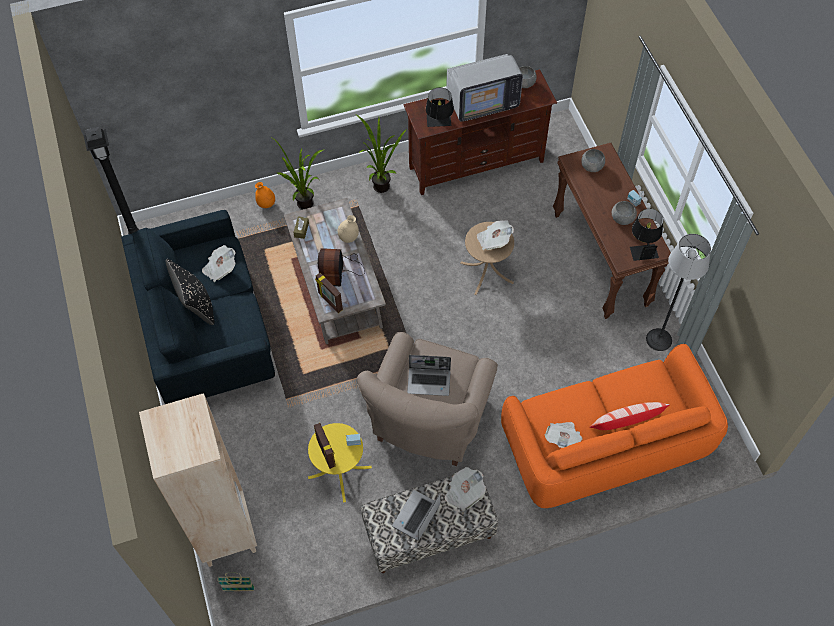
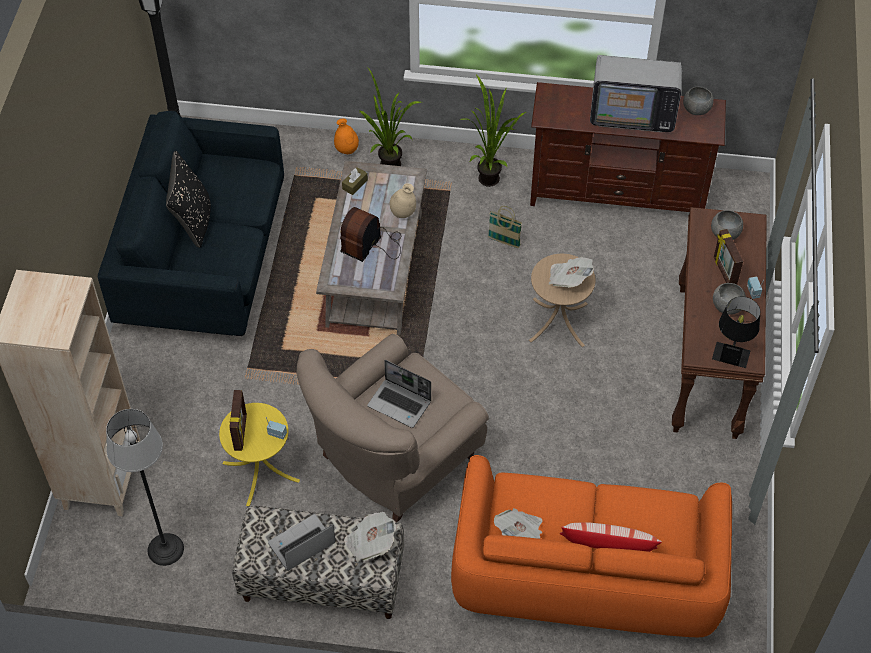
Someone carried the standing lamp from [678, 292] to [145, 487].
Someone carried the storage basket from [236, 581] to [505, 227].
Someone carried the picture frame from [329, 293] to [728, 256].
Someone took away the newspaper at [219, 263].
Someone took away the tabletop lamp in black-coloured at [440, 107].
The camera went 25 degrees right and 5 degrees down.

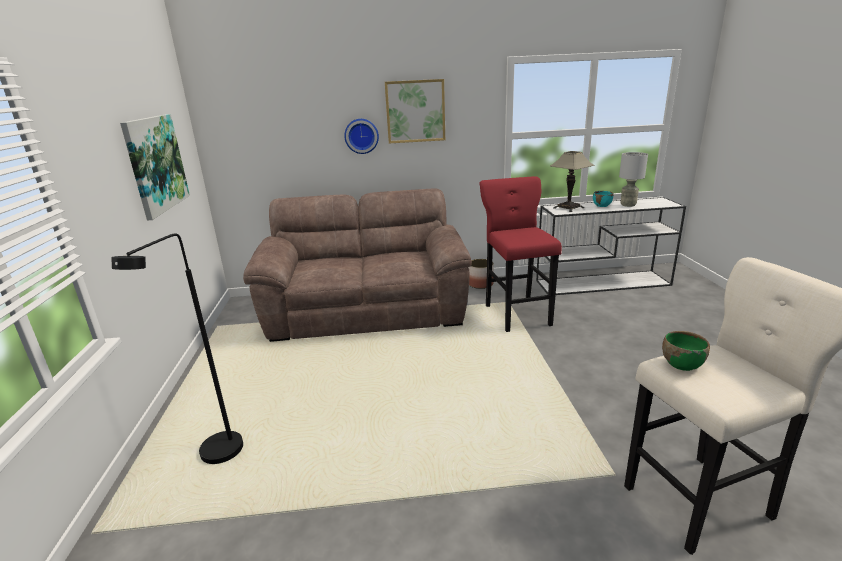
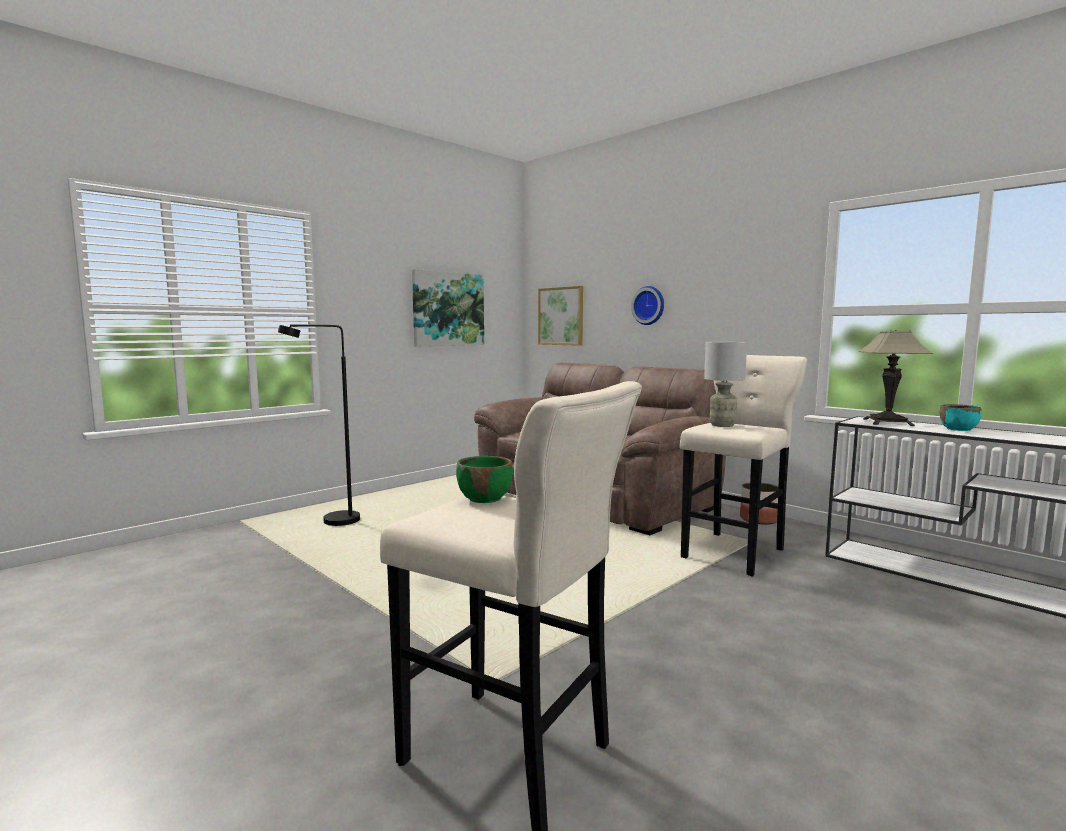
Someone carried the wall picture from [415, 111] to [560, 316].
Someone repainted the sitting stool in red-coloured at [520, 254], which became the sitting stool in beige-coloured at [743, 466].
Someone carried the tabletop lamp in gray from [633, 179] to [725, 384].
The camera went 50 degrees right and 15 degrees down.

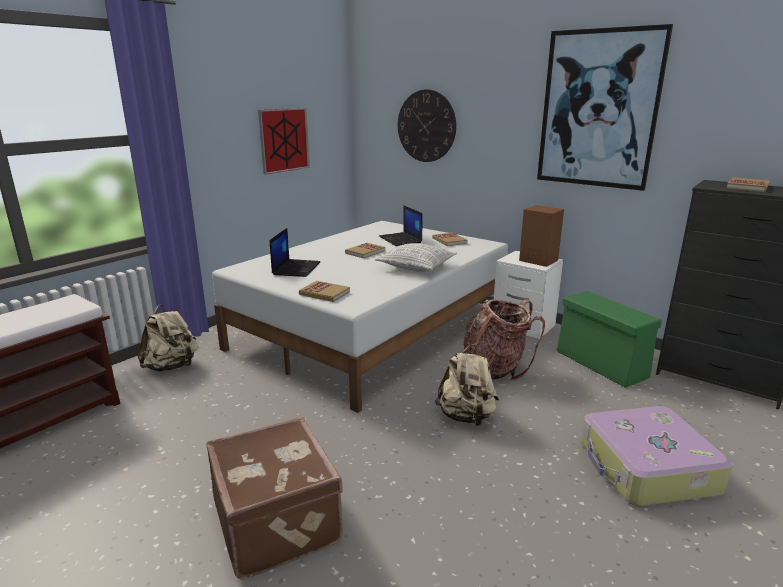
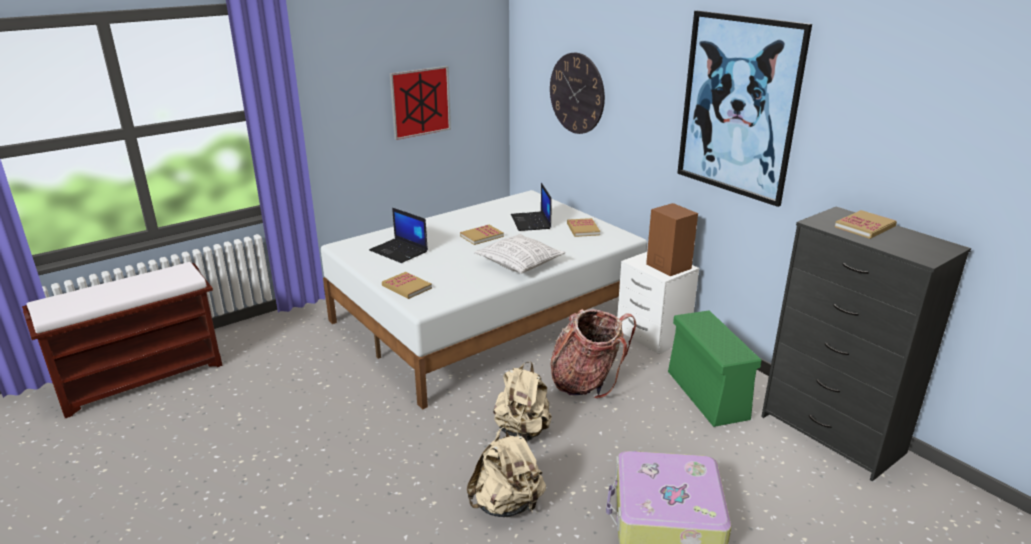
Someone rotated the portable computer at [295, 252] by 105 degrees clockwise.
Someone carried the rucksack in beige-coloured from [168, 338] to [506, 472].
Someone took away the travel case in brownish at [274, 498].
The camera went 15 degrees right and 5 degrees up.

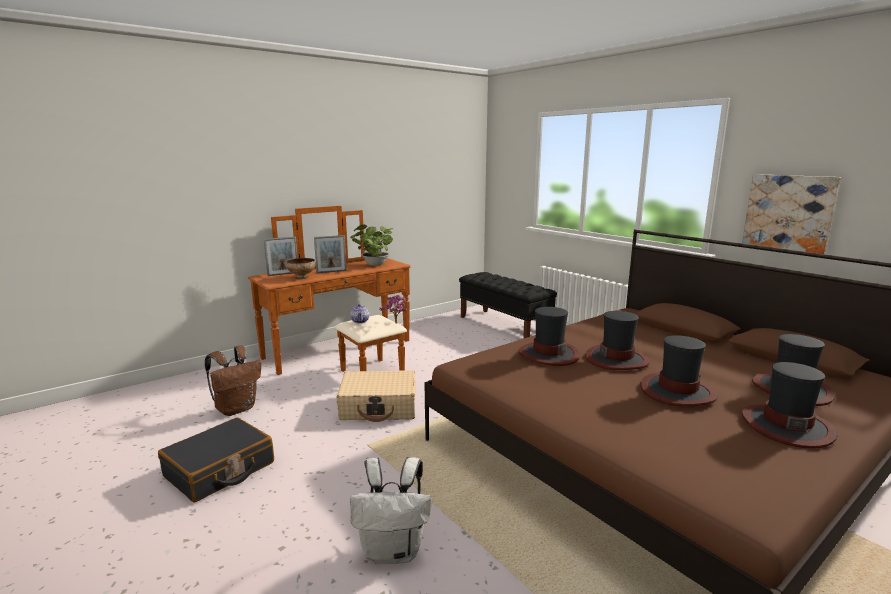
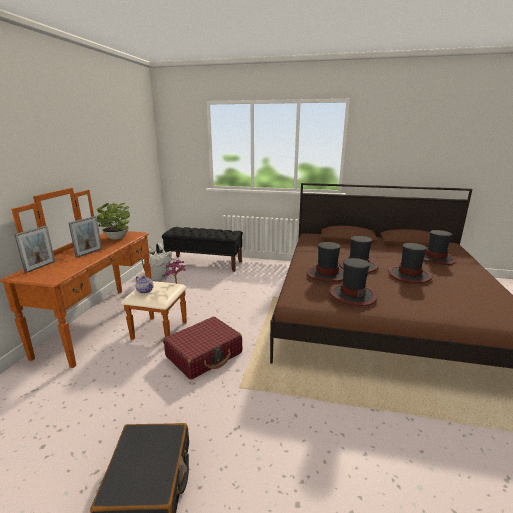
Someone carried the rucksack in white from [391, 510] to [157, 262].
Someone repainted the travel case in beige-coloured at [376, 396], which became the travel case in red-coloured at [202, 348].
Someone carried the wearable hat from [789, 405] to [353, 282].
Someone took away the rucksack in brownish at [233, 381].
Someone took away the bowl at [301, 268].
Someone took away the wall picture at [791, 214].
The camera went 40 degrees left and 5 degrees up.

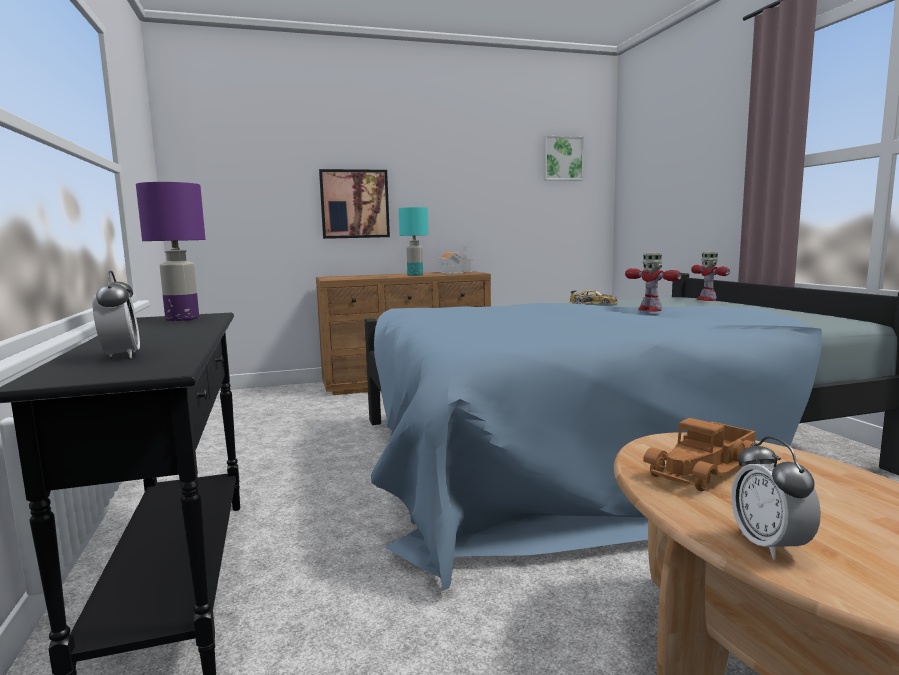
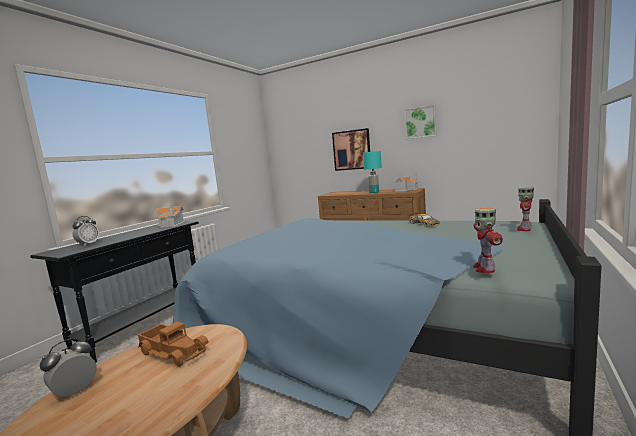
Someone rotated the toy truck at [700, 455] by 150 degrees counterclockwise.
Someone swapped the tabletop lamp in purple at [171, 251] for the model house at [170, 216].
Someone carried the wall picture from [563, 158] to [421, 122].
Someone carried the model robot from [653, 282] to [488, 240].
The camera went 45 degrees right and 0 degrees up.

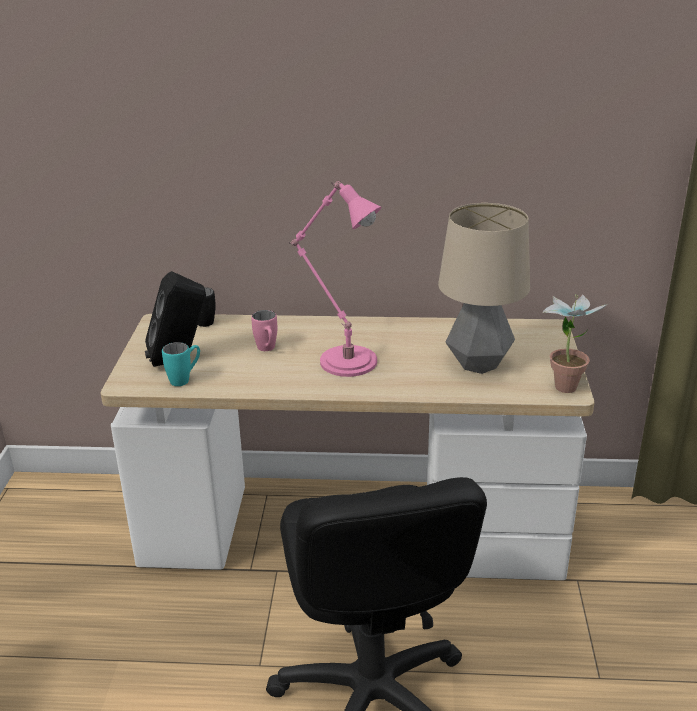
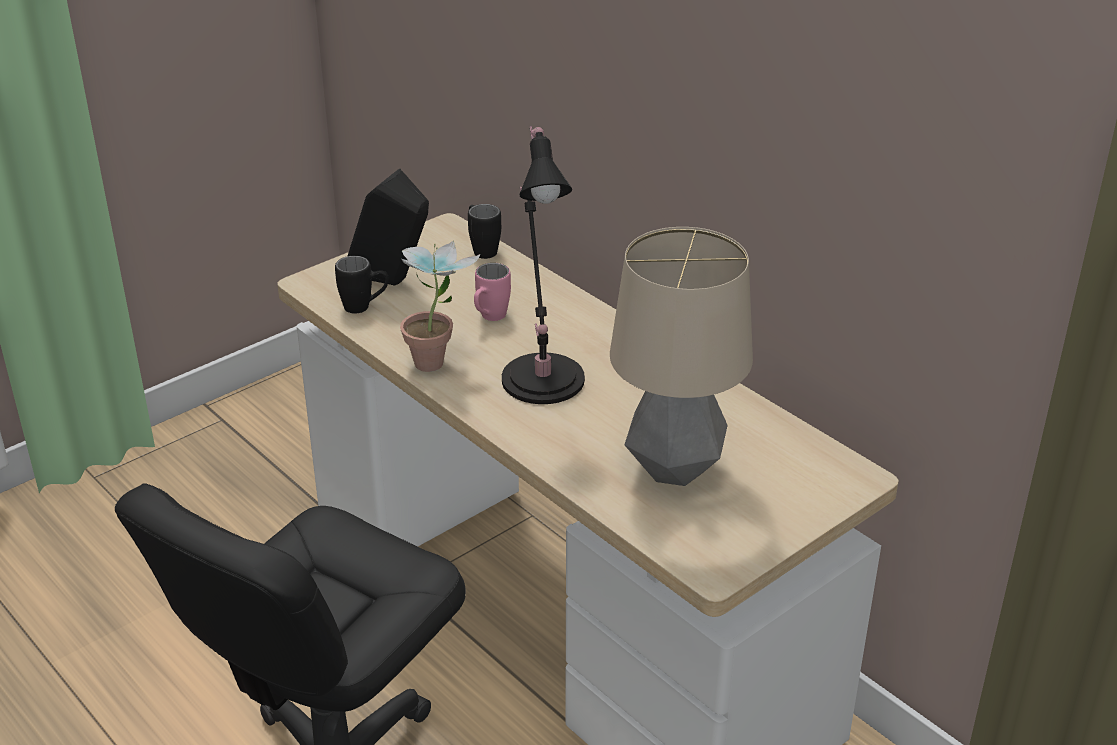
Someone repainted the coffee mug in turquoise at [181, 364], which became the coffee mug in black-coloured at [362, 284].
Someone carried the houseplant from [574, 343] to [440, 306].
Someone repainted the tabletop lamp in pink at [335, 279], which became the tabletop lamp in black-coloured at [543, 265].
The camera went 45 degrees right and 5 degrees up.

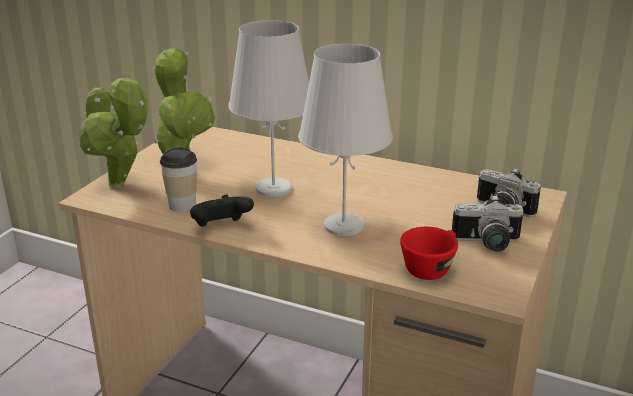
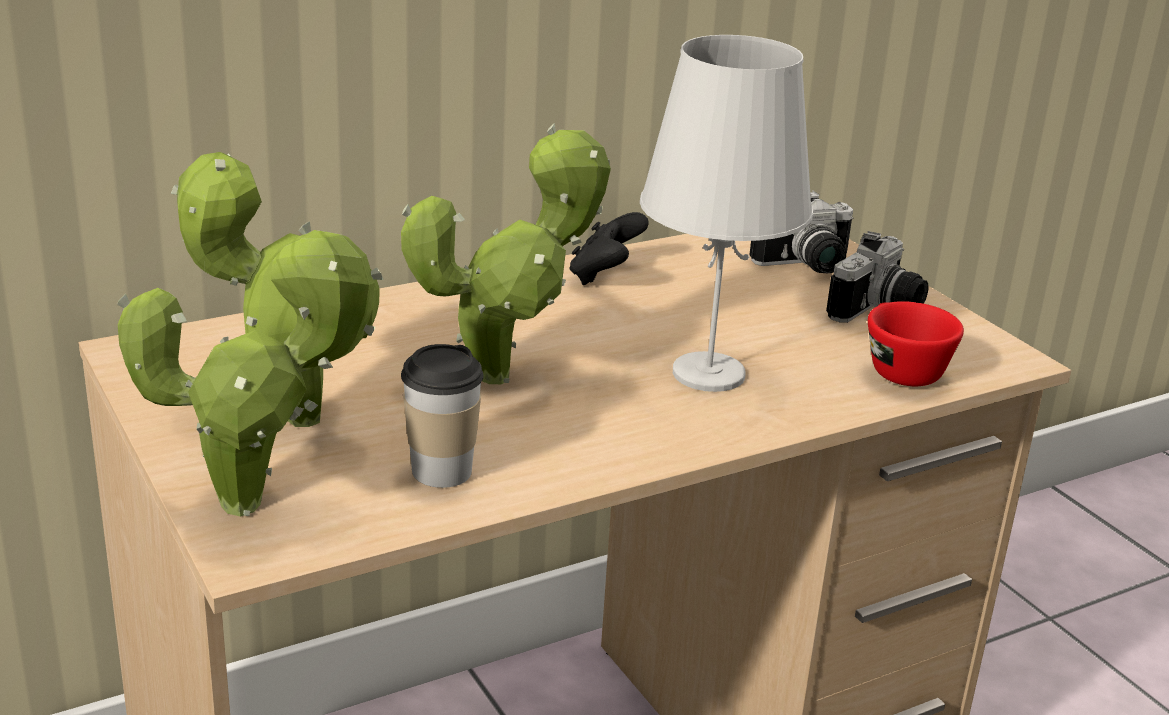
Someone swapped the tabletop lamp in white at [268, 108] for the houseplant at [506, 253].
Someone carried the game controller in black-coloured from [222, 211] to [609, 248].
The camera went 55 degrees left and 0 degrees up.

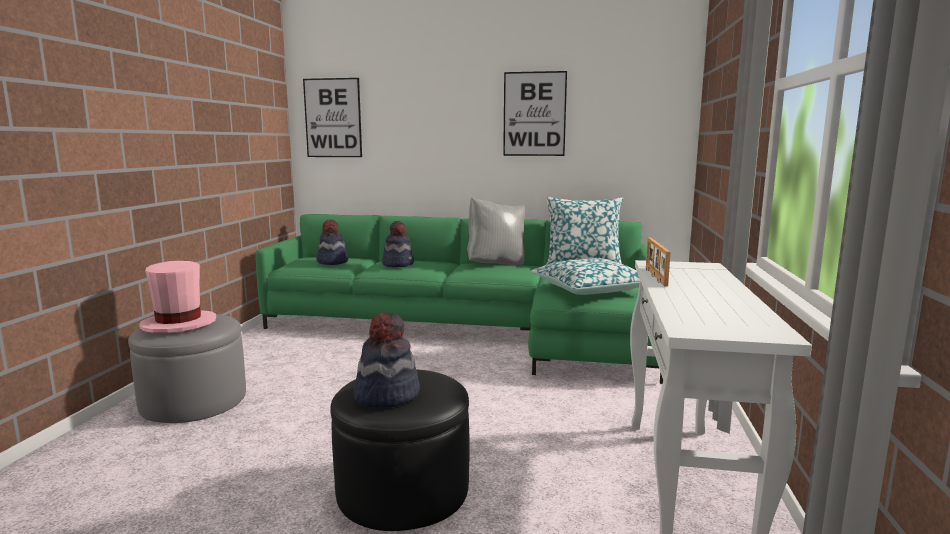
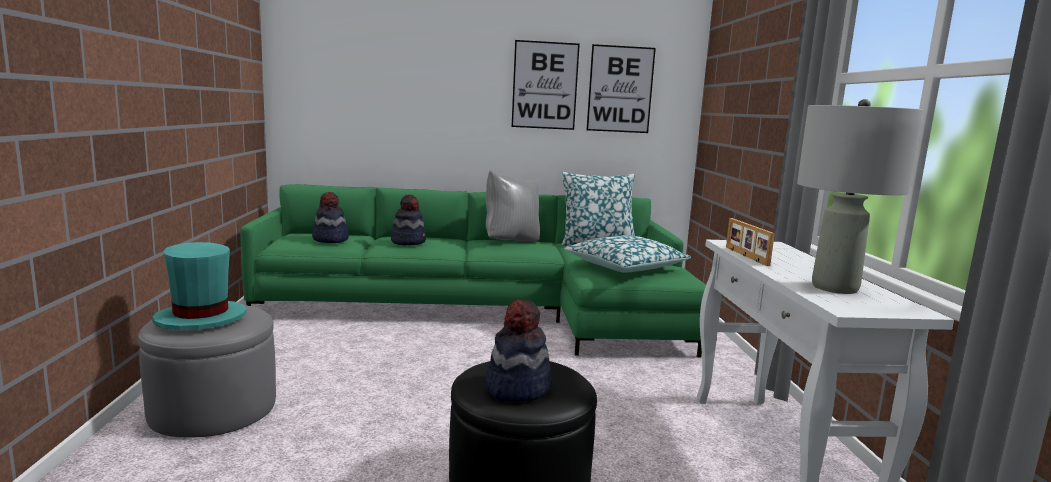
Someone repainted the wearable hat in pink at [177, 297], which became the wearable hat in turquoise at [199, 286].
Someone carried the wall picture from [332, 117] to [621, 88].
Someone put down the tabletop lamp in gray at [860, 196].
The camera went 15 degrees left and 0 degrees up.

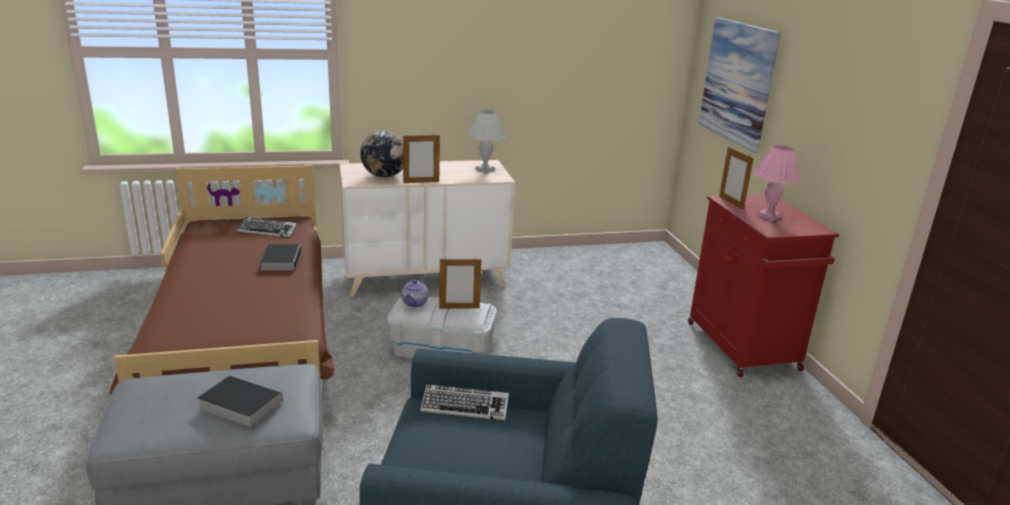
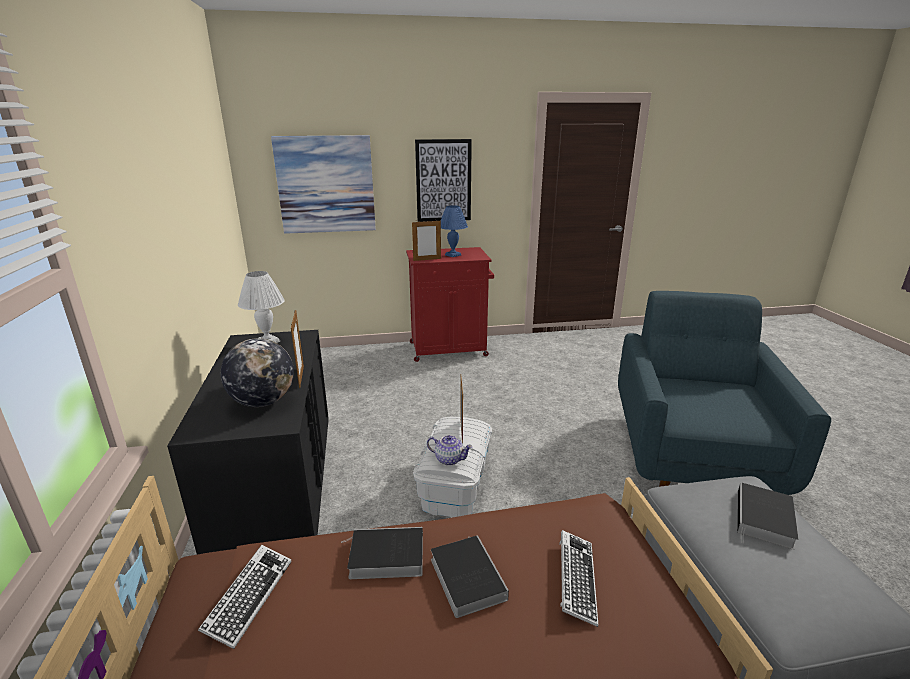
Someone repainted the dresser in beige-coloured at [427, 228], which became the dresser in black-coloured at [248, 442].
Someone put up the wall picture at [443, 180].
Someone put down the book at [470, 576].
Someone repainted the tabletop lamp in pink at [777, 183], which became the tabletop lamp in blue at [454, 231].
Someone carried the PC keyboard from [465, 402] to [578, 578].
The camera went 85 degrees left and 0 degrees up.

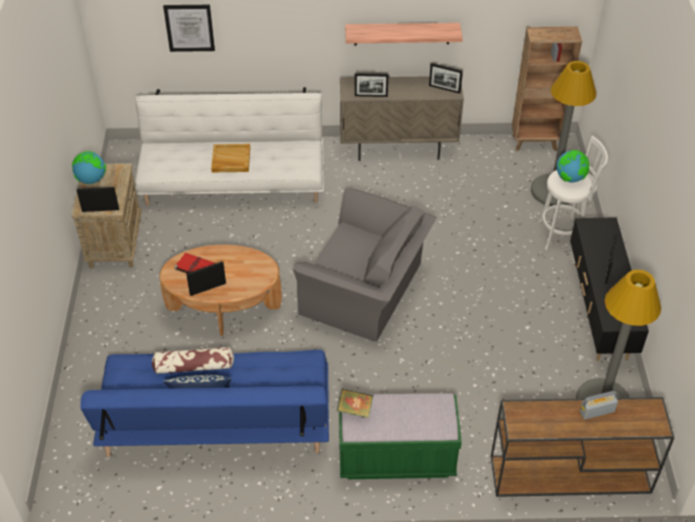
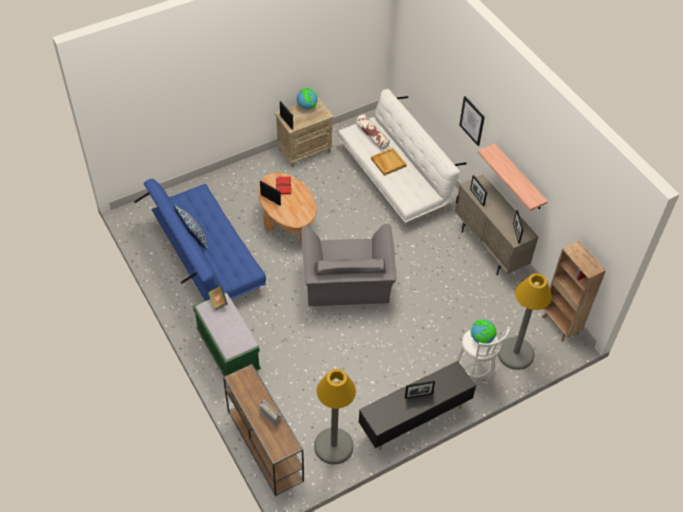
Someone carried the throw pillow from [193, 360] to [373, 131].
Someone carried the wall picture from [189, 28] to [472, 121].
The camera went 60 degrees right and 5 degrees up.

